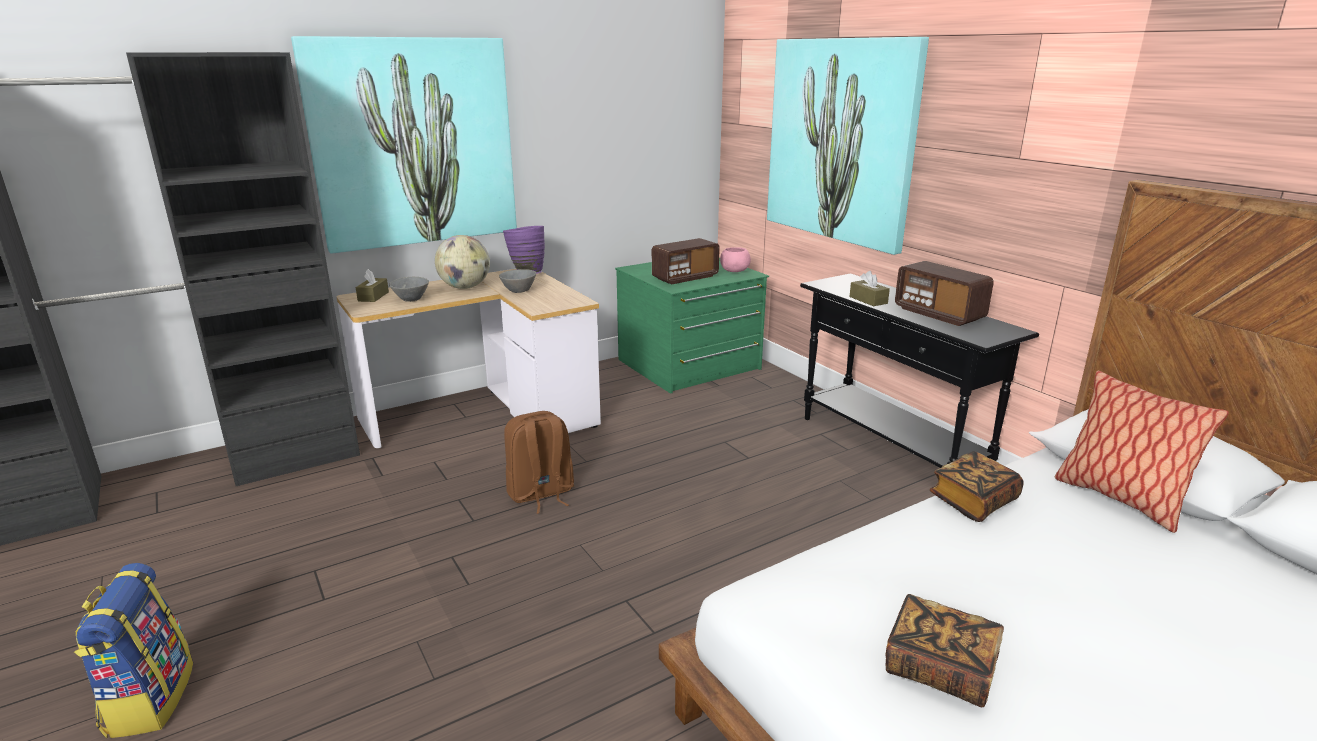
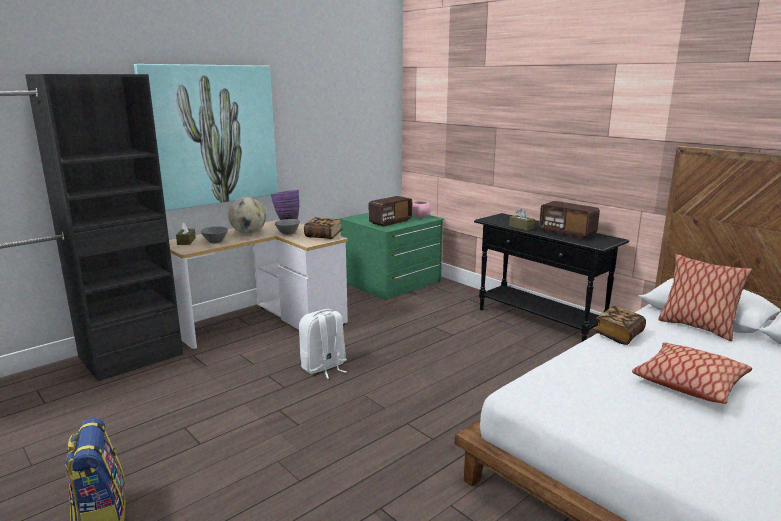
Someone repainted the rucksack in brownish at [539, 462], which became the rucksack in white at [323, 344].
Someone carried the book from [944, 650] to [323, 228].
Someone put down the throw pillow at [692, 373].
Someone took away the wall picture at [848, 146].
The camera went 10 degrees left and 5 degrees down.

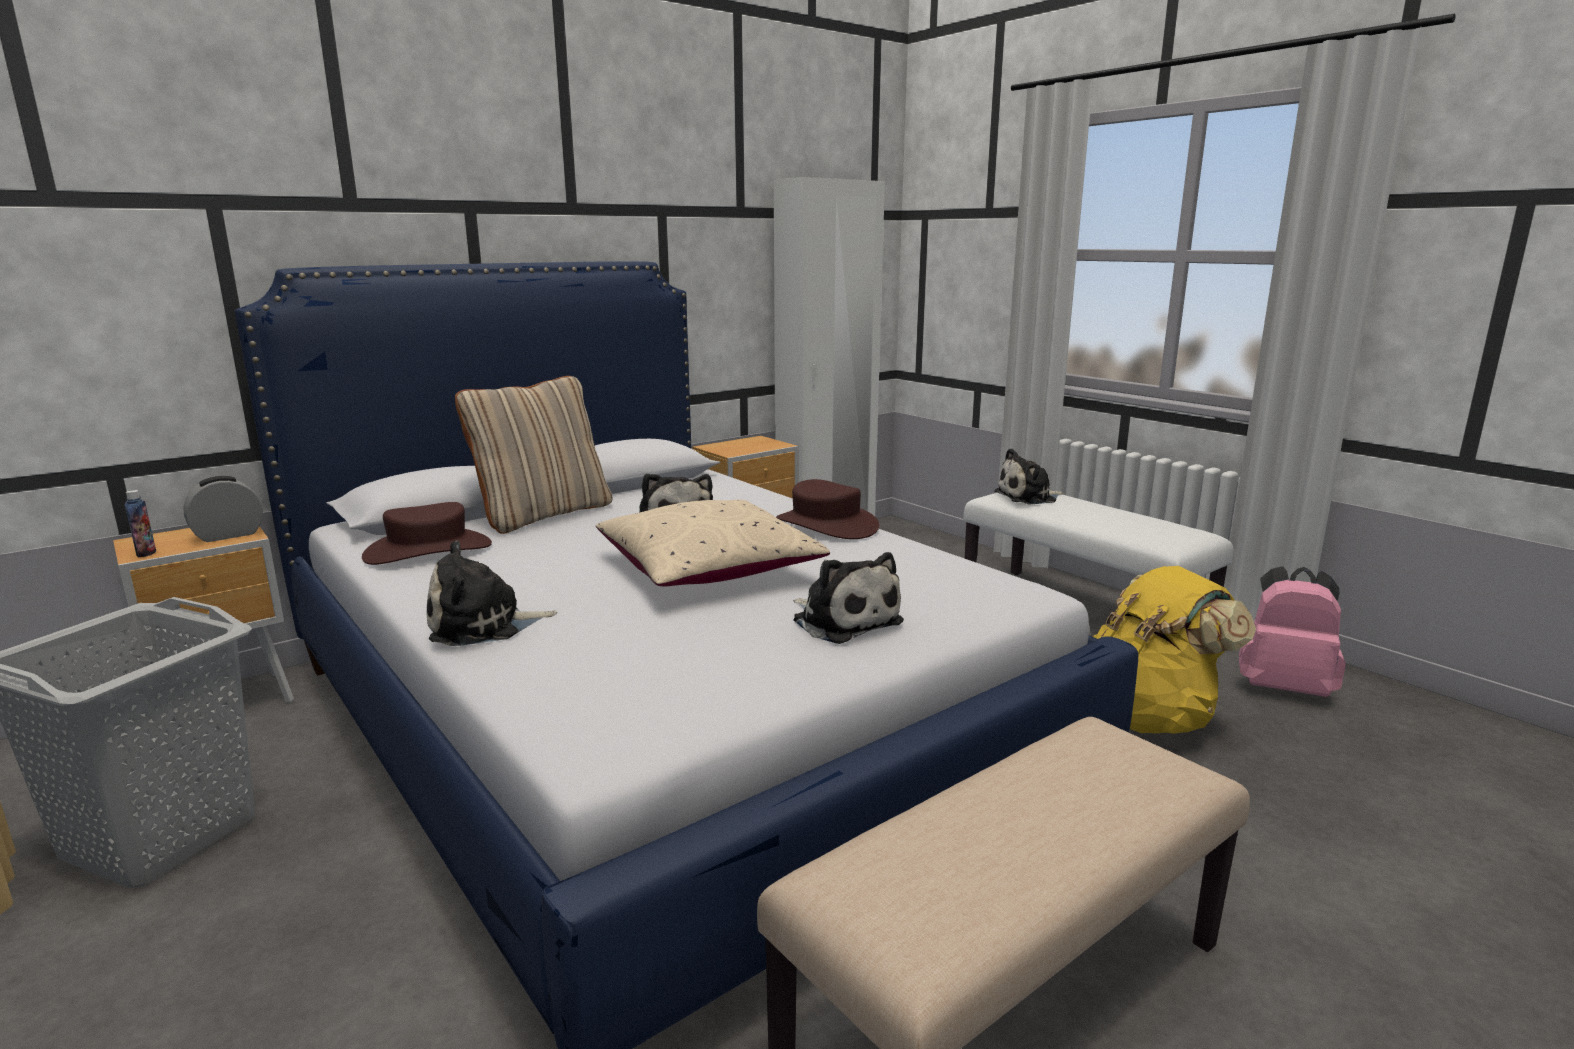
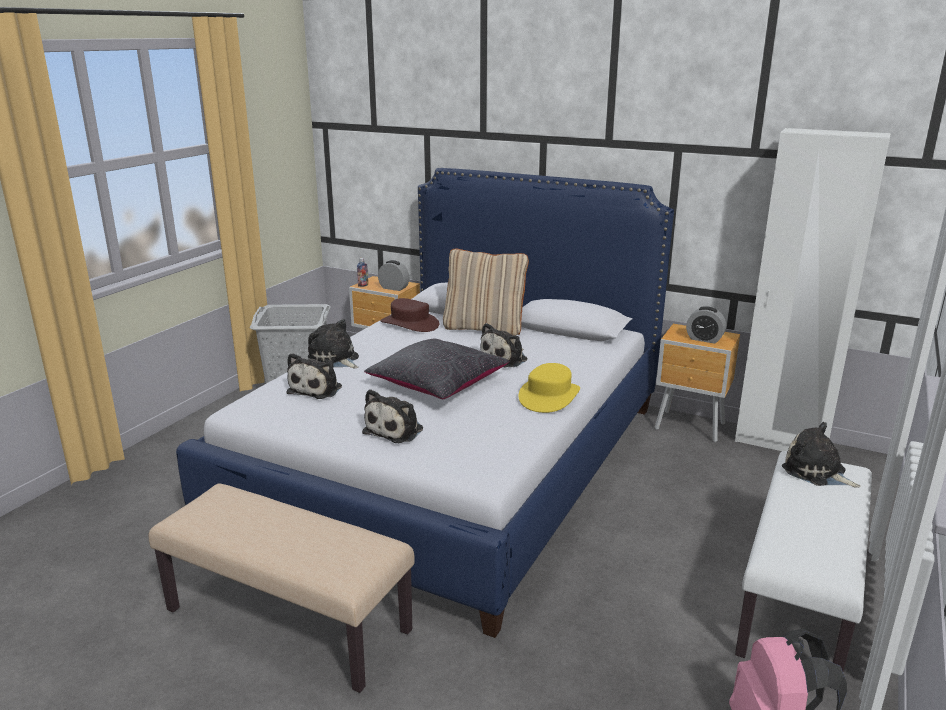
Someone put down the plush toy at [314, 376].
Someone repainted the throw pillow in beige-coloured at [713, 543], which became the throw pillow in black-coloured at [437, 368].
Someone repainted the wearable hat in brownish at [827, 509], which became the wearable hat in yellow-coloured at [549, 388].
Someone put down the bedside clock at [706, 325].
Someone took away the rucksack in yellow-coloured at [1174, 650].
The camera went 65 degrees right and 5 degrees up.

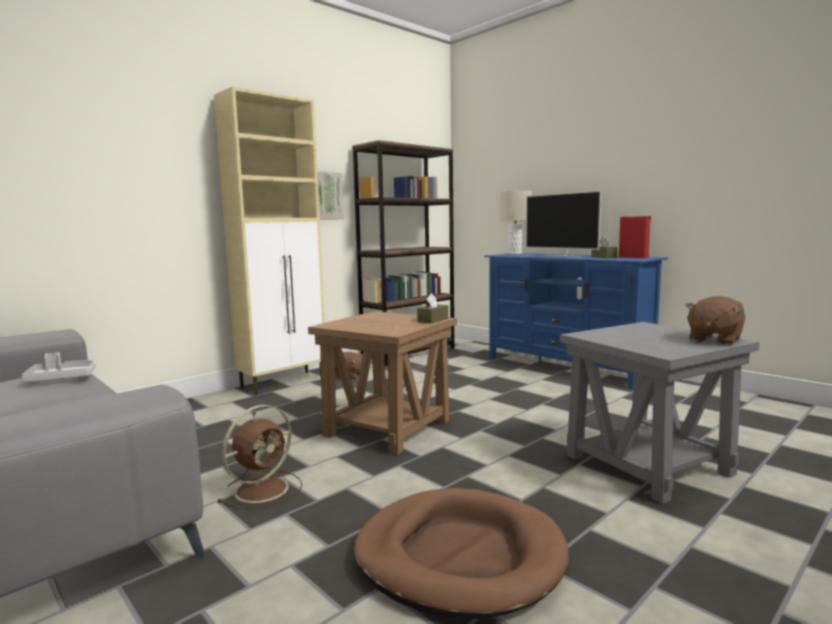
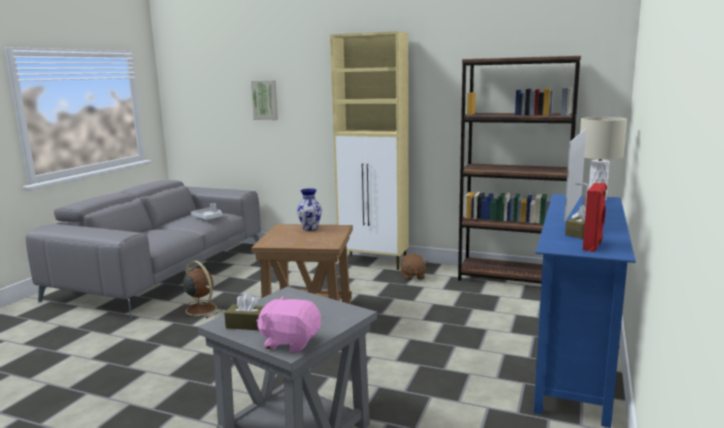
Someone rotated the cooling fan in brownish at [259, 457] by 150 degrees counterclockwise.
Someone carried the box of tissues in brownish from [433, 308] to [244, 311].
Someone carried the wall picture from [330, 195] to [264, 100].
Someone repainted the plush toy in brownish at [715, 320], which became the plush toy in pink at [289, 324].
Someone put down the decorative vase at [309, 209].
Someone took away the dog cushion in brownish at [461, 553].
The camera went 65 degrees right and 5 degrees up.

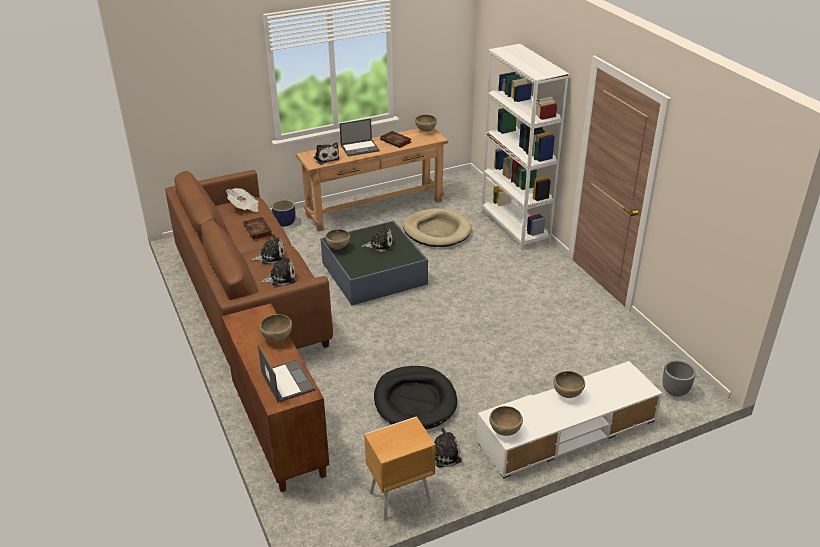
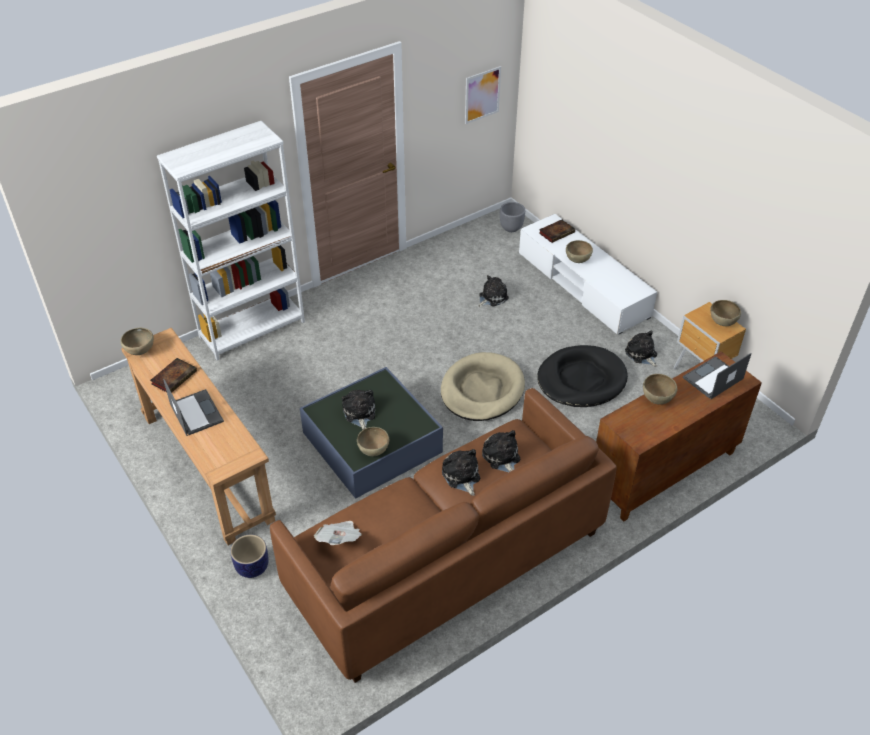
Someone carried the dog cushion in beige-coloured from [437, 227] to [483, 386].
Someone put up the wall picture at [483, 95].
Someone carried the plush toy from [326, 153] to [493, 291].
Someone carried the book from [257, 228] to [557, 231].
Someone carried the bowl in brownish from [506, 421] to [725, 313].
The camera went 100 degrees left and 10 degrees up.

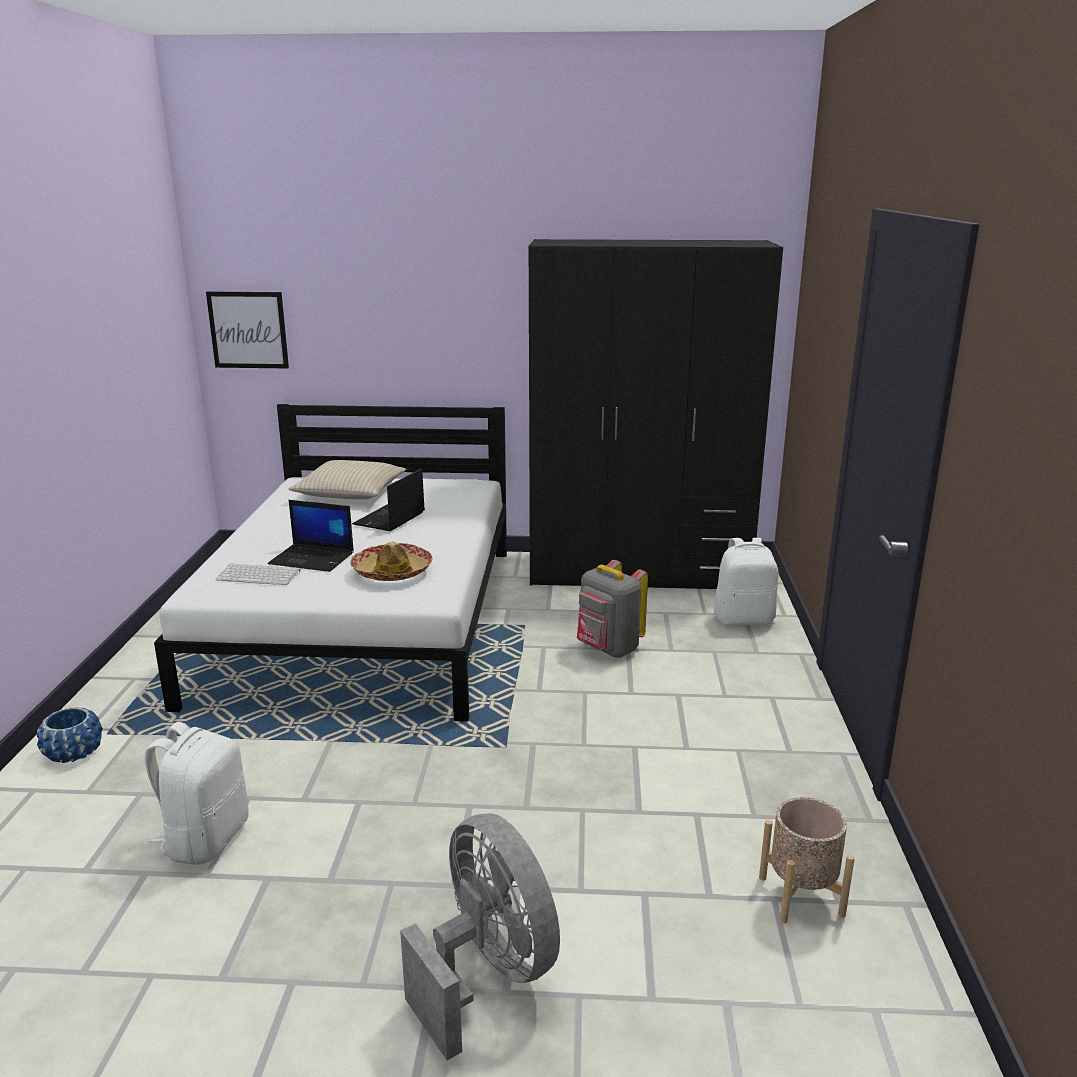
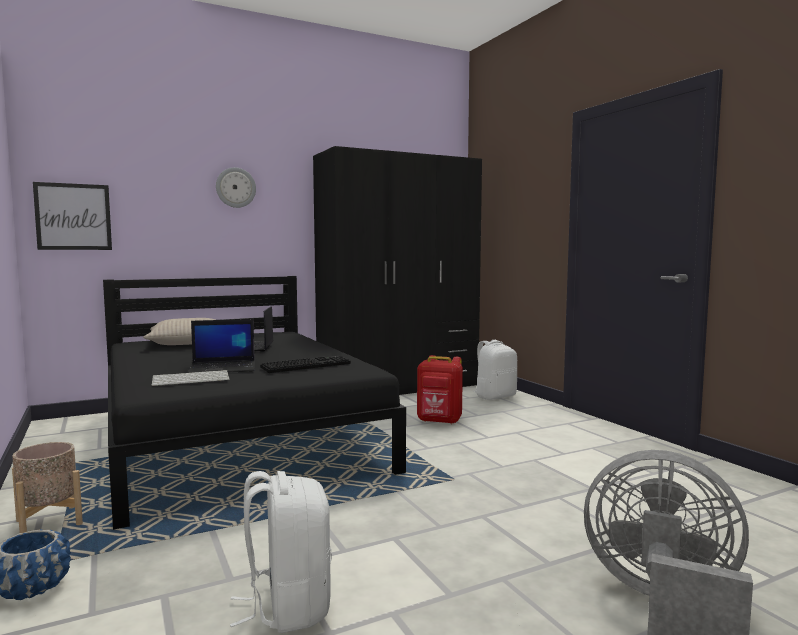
Someone carried the planter in beige-coloured from [807, 860] to [47, 487].
Someone repainted the sleeping bed in white at [330, 562], which became the sleeping bed in black-coloured at [254, 403].
Someone put up the wall clock at [236, 187].
Someone swapped the wearable hat at [391, 561] for the PC keyboard at [305, 364].
Someone repainted the rucksack in gray at [612, 609], which became the rucksack in red-coloured at [440, 389].
The camera went 30 degrees left and 15 degrees down.

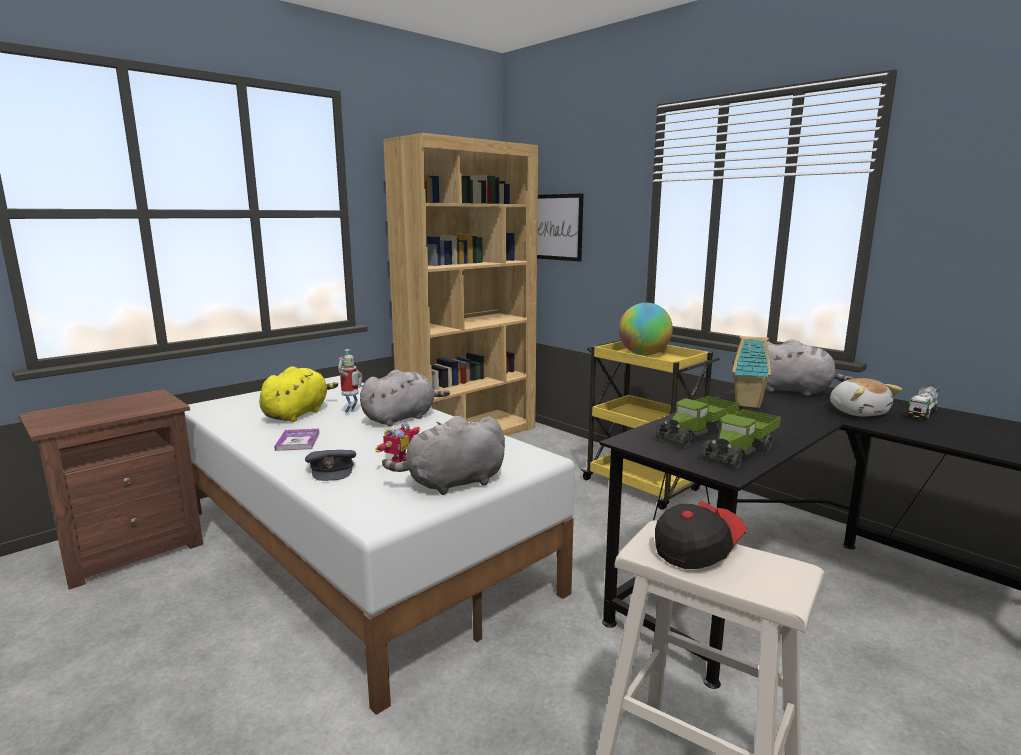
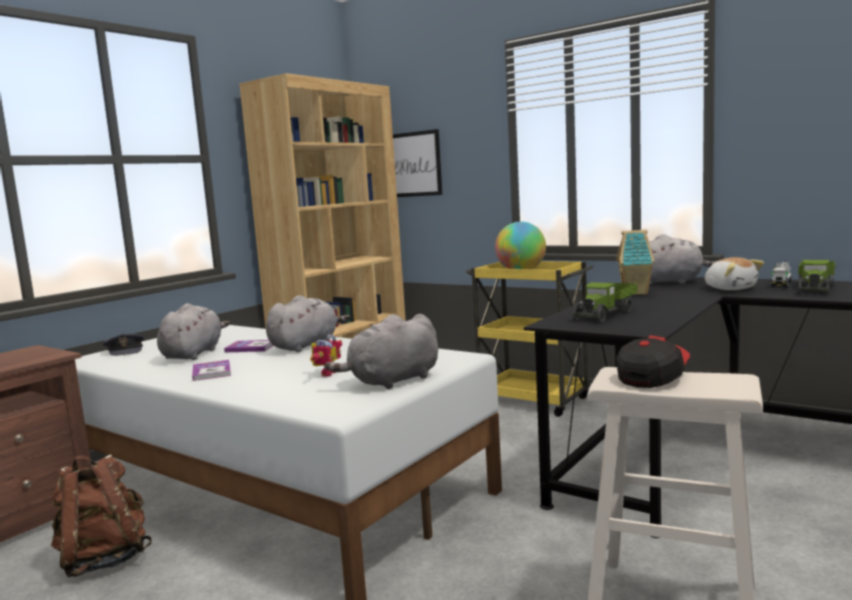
Someone put down the rucksack in brownish at [101, 515].
Someone carried the cap in gray from [330, 465] to [123, 344].
Someone repainted the plush toy in yellow-coloured at [298, 394], which became the plush toy in gray at [193, 331].
Someone swapped the model robot at [350, 382] for the book at [248, 346].
Someone carried the toy truck from [741, 439] to [817, 277].
The camera went 10 degrees left and 5 degrees down.

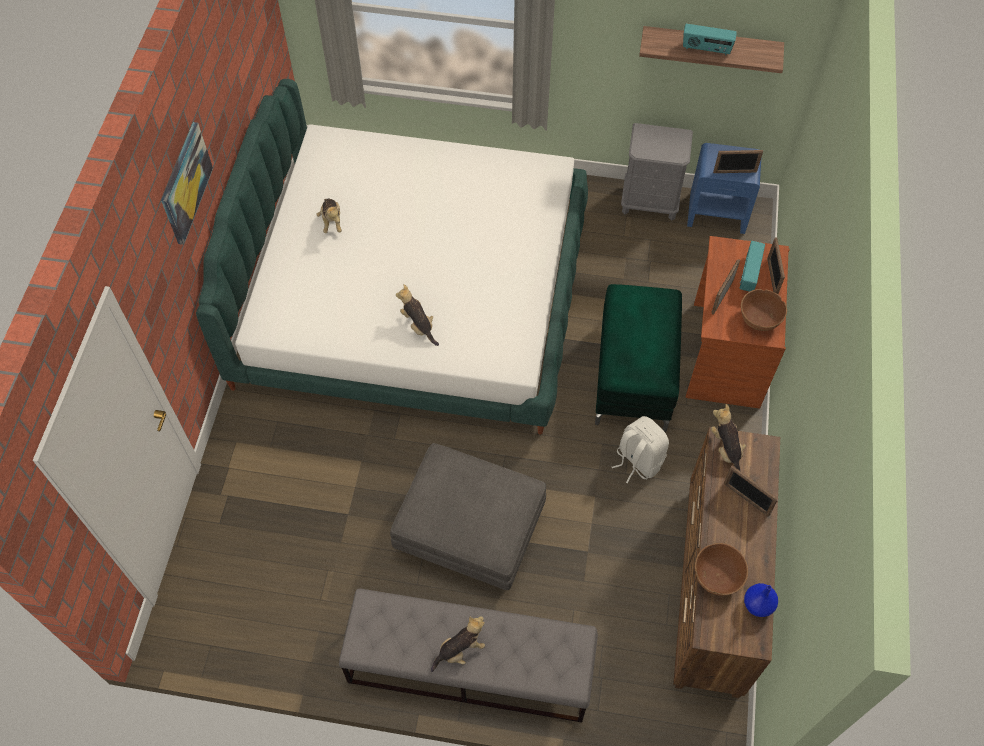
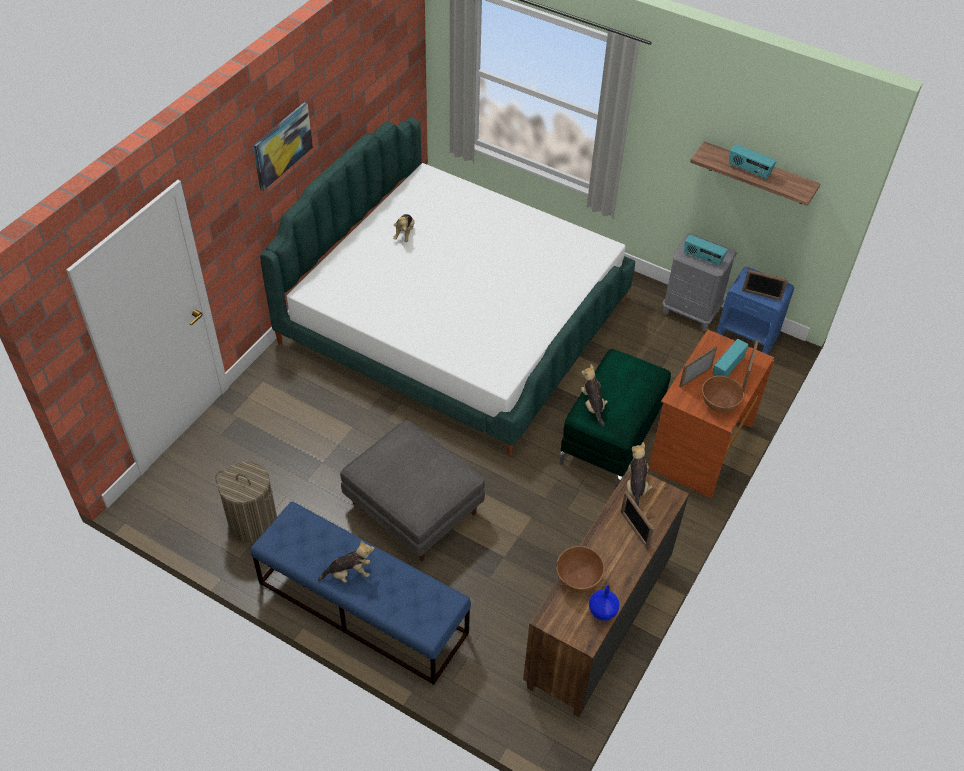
Someone put down the laundry basket at [246, 502].
Someone repainted the long seat in gray at [468, 655], which became the long seat in blue at [360, 593].
Someone carried the plush toy from [417, 315] to [594, 395].
Someone put down the radio at [706, 250].
Someone took away the rucksack in white at [640, 449].
The camera went 20 degrees right and 10 degrees down.

